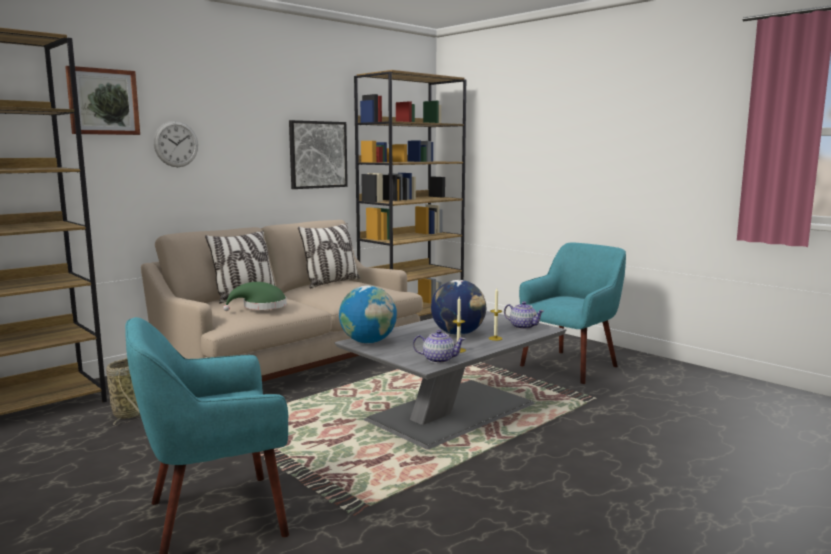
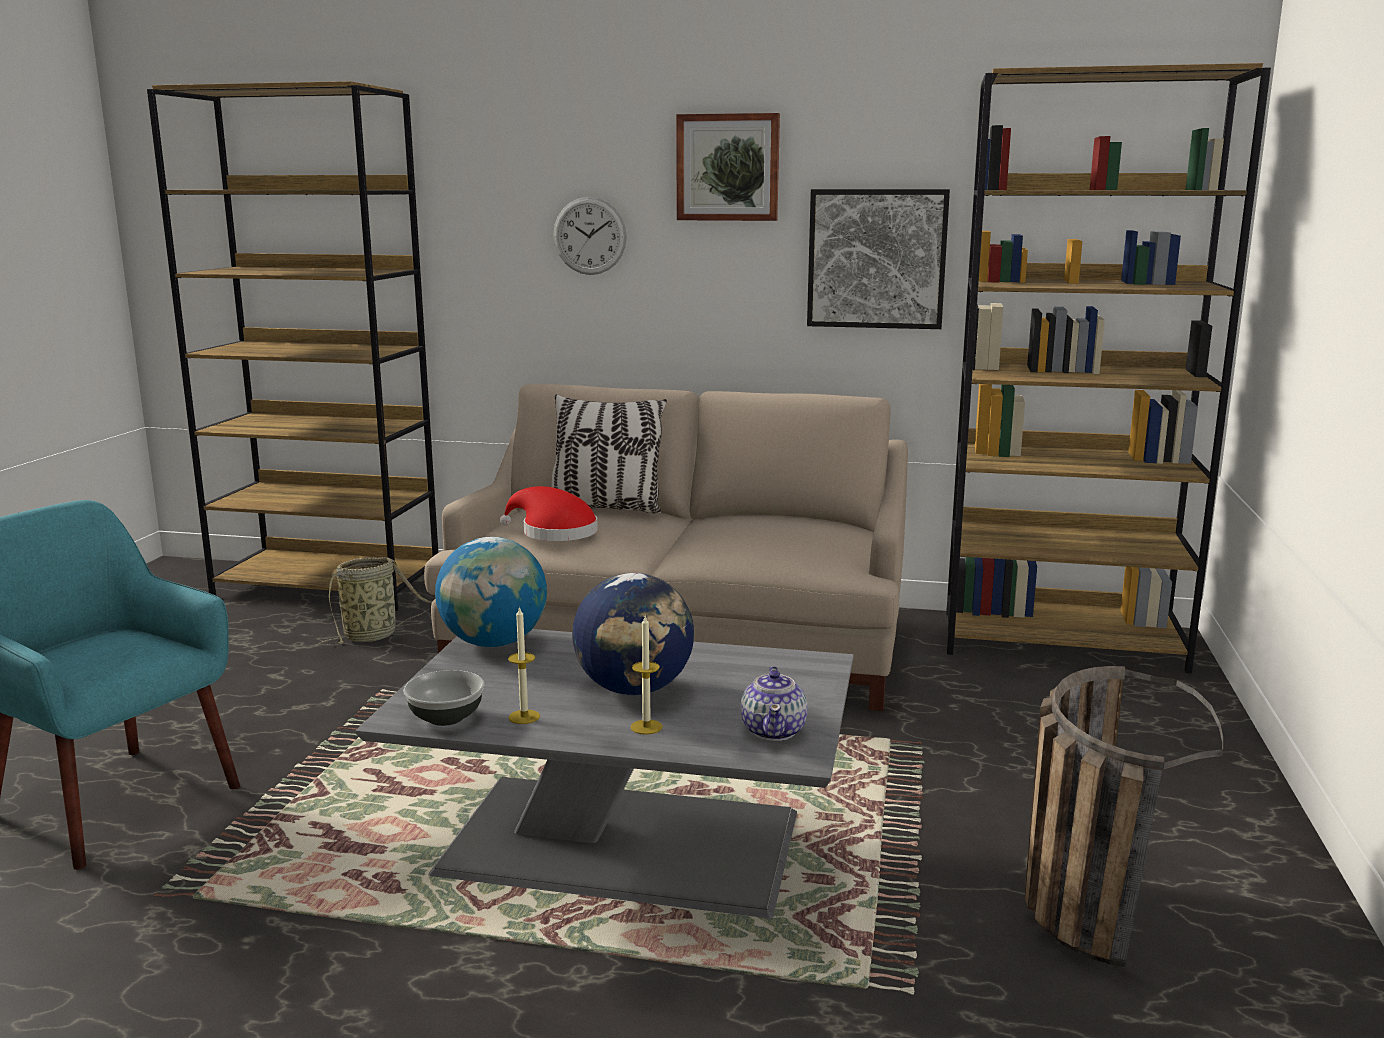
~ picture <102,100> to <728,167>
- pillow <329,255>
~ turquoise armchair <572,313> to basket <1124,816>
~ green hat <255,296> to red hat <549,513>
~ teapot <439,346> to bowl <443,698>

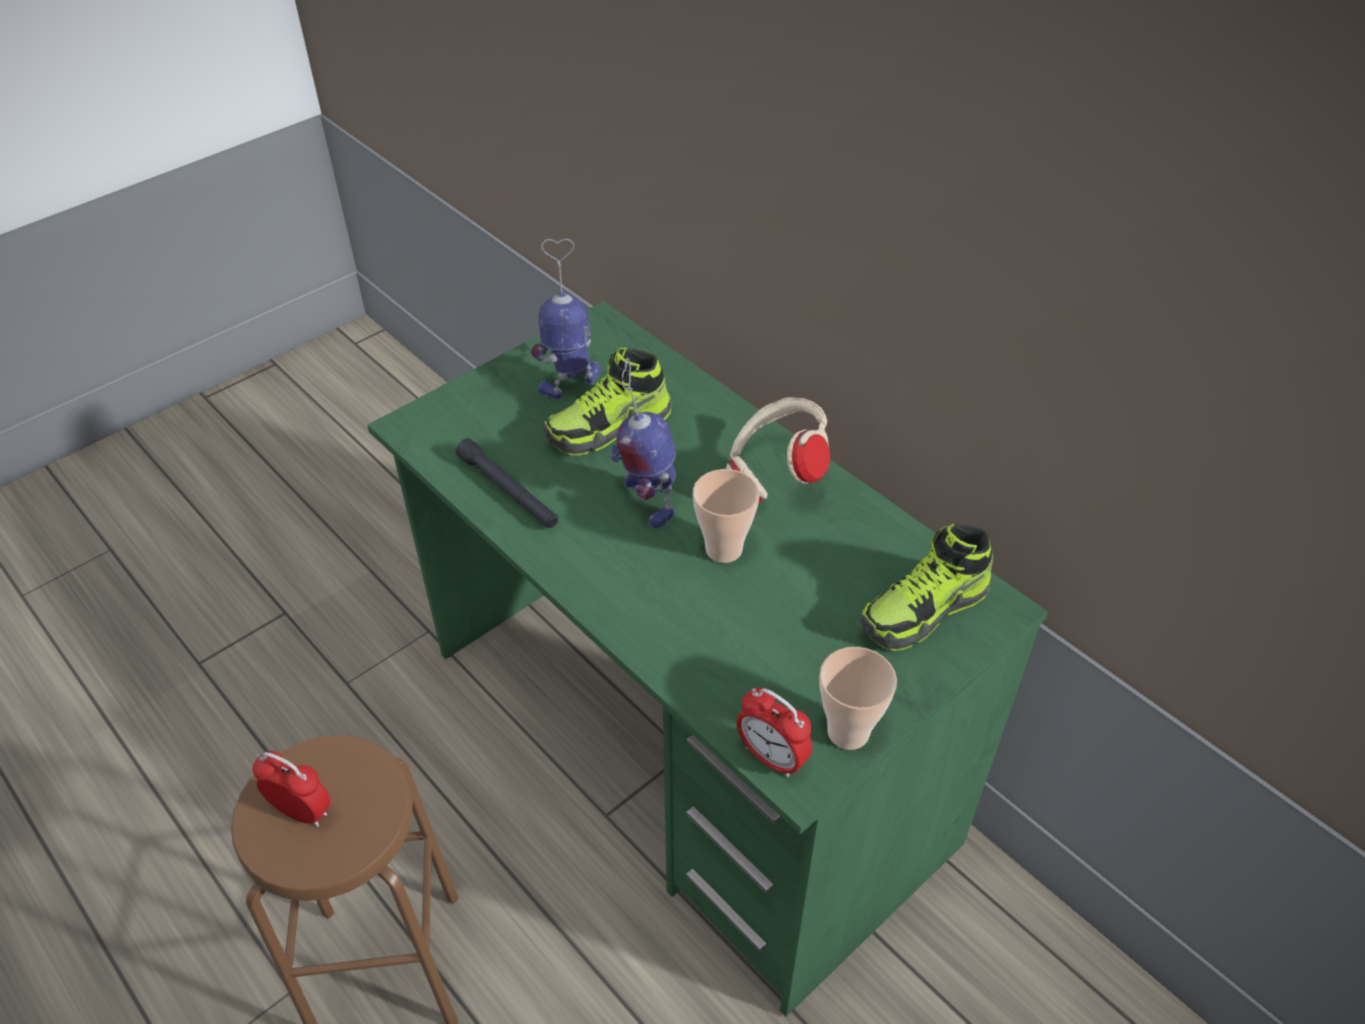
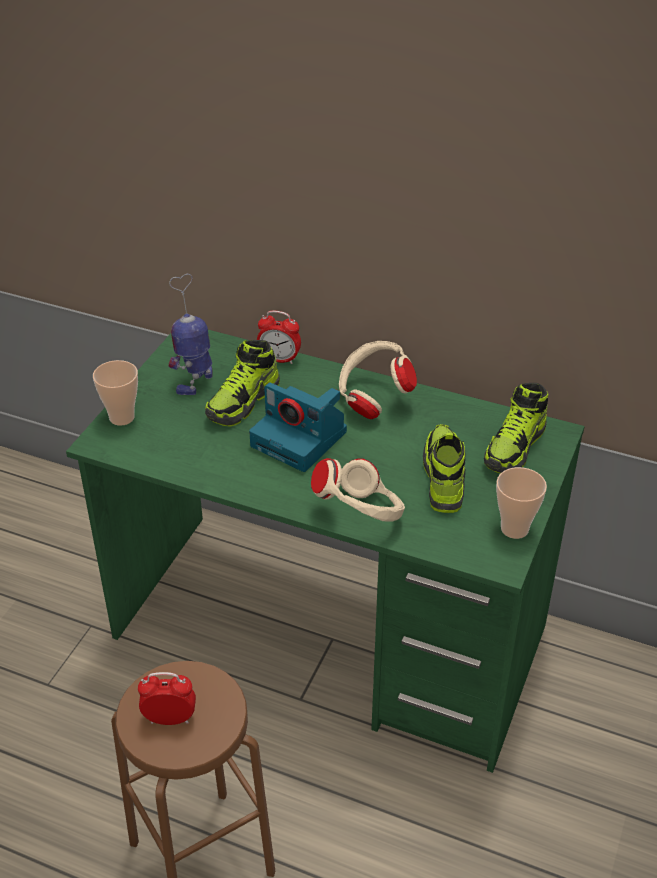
~ toy robot <643,443> to photo camera <298,427>
- black flashlight <507,483>
~ cup <726,516> to <115,393>
~ alarm clock <774,732> to <279,337>
+ shoe <444,468>
+ beige headphones <358,490>

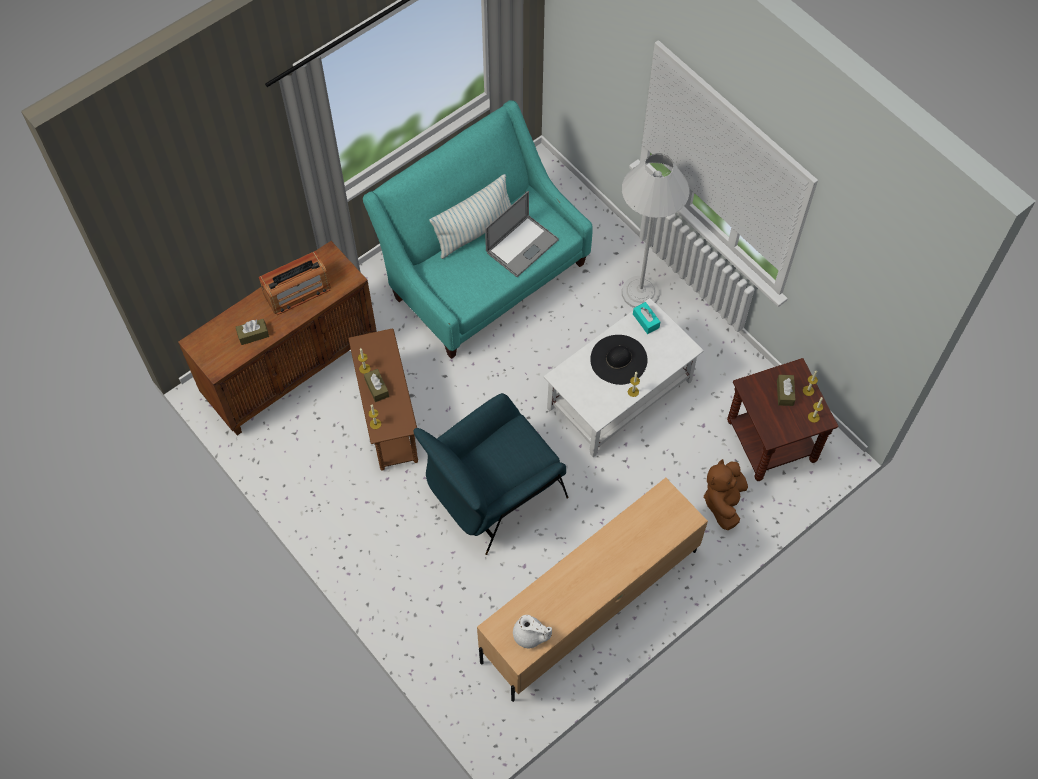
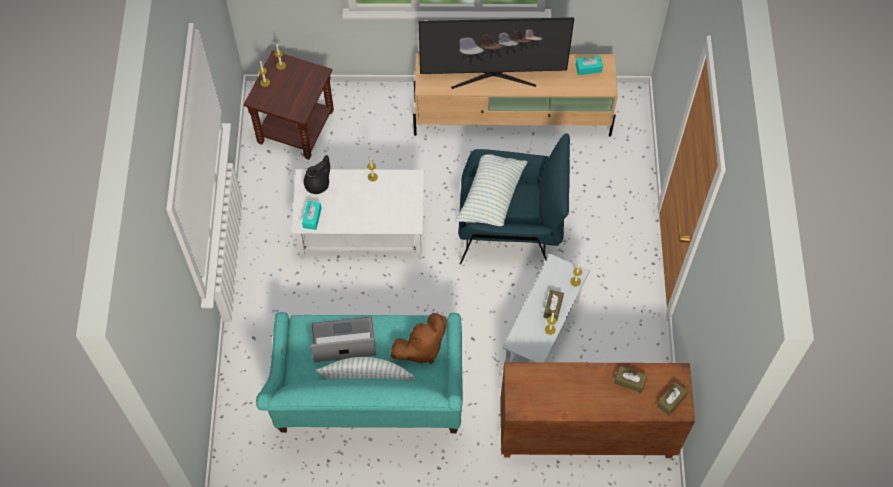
- white floor lamp <656,230>
- radio <295,283>
~ brown side table <383,399> to white side table <546,308>
- black hat <619,360>
~ brown tissue box <786,390> to <672,399>
~ brown plush toy <726,494> to <418,338>
~ white teapot <532,631> to turquoise tissue box <589,65>
+ television <496,53>
+ pillow <491,190>
+ black teapot <317,174>

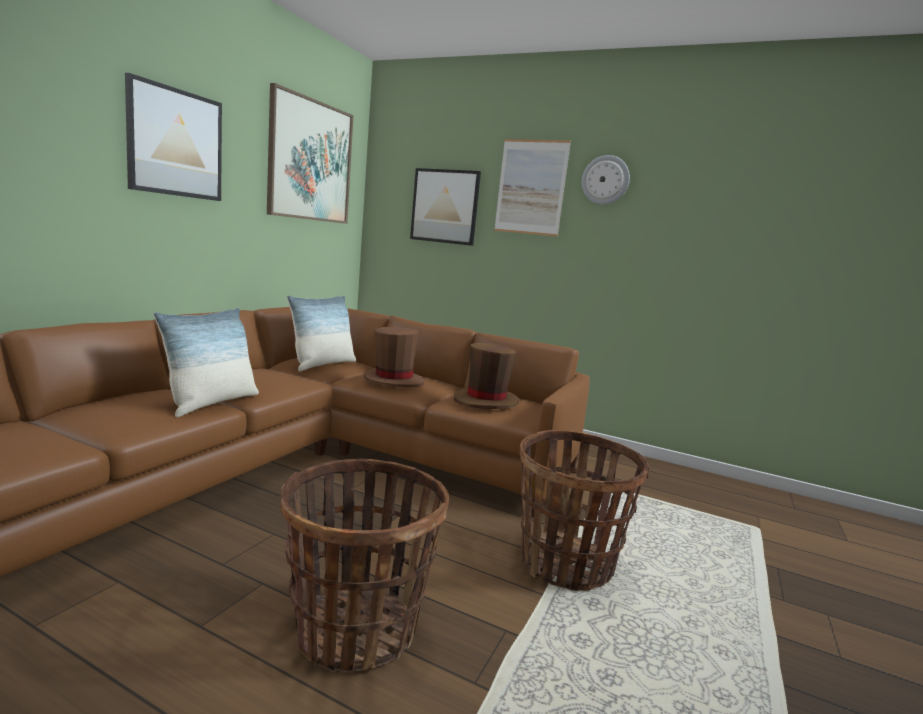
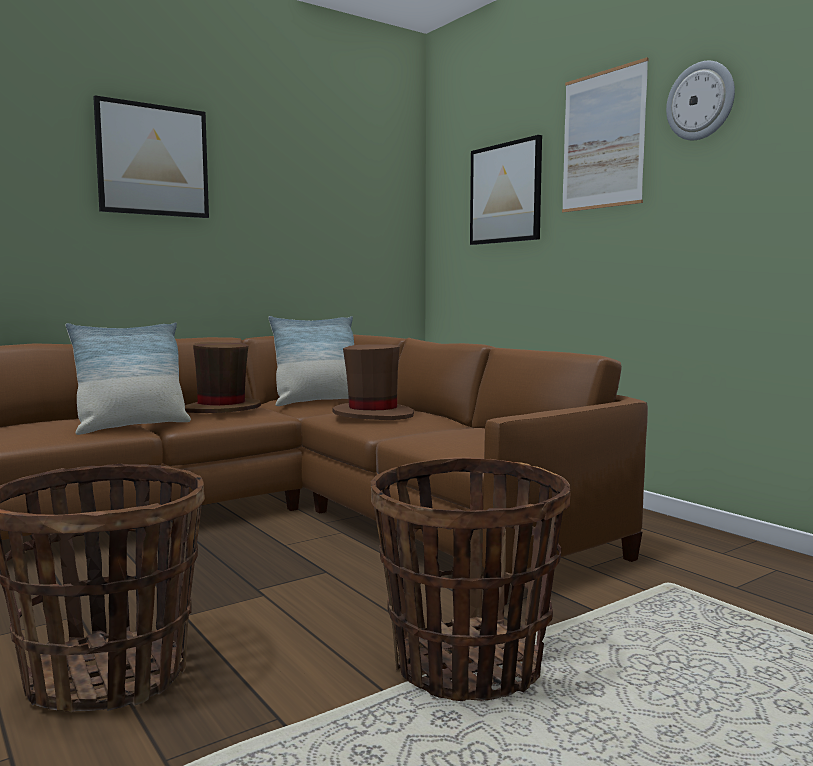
- picture <310,153>
~ brown hat <486,376> to <223,377>

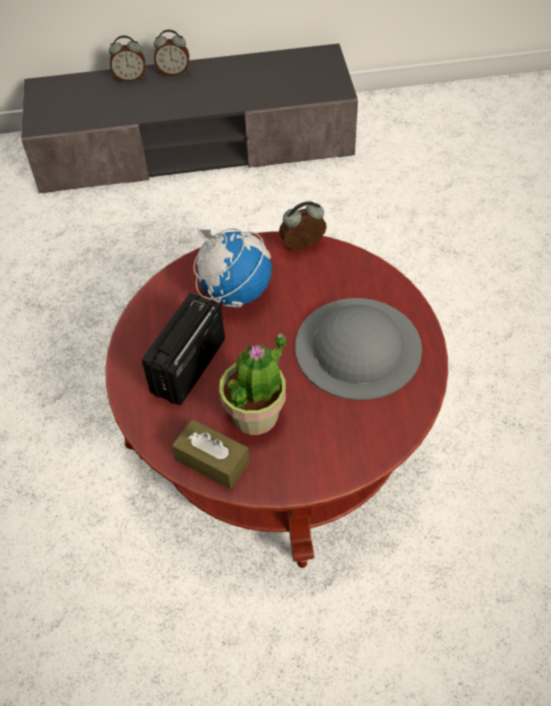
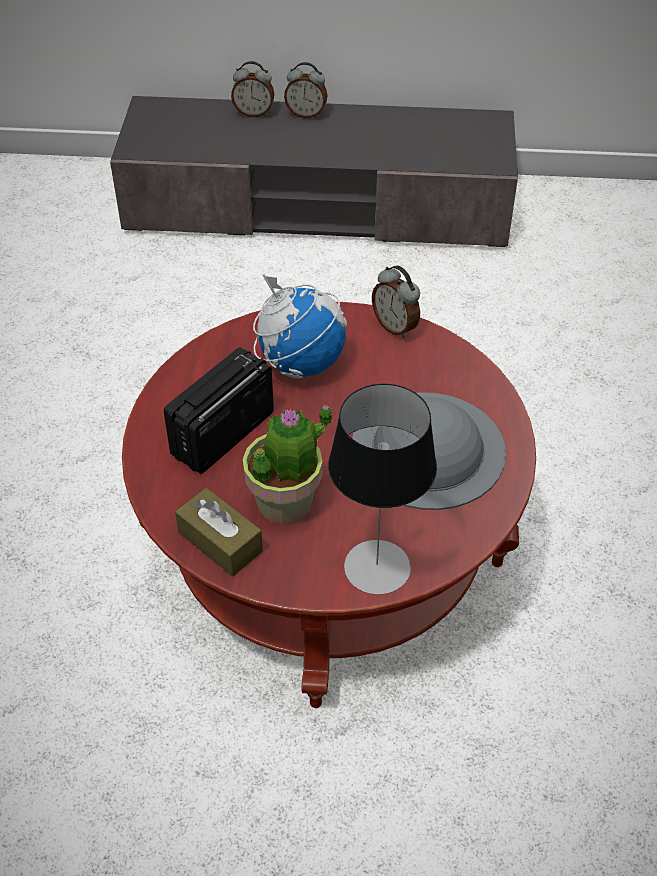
~ alarm clock <303,225> = <396,301> 120 degrees counterclockwise
+ table lamp <382,489>

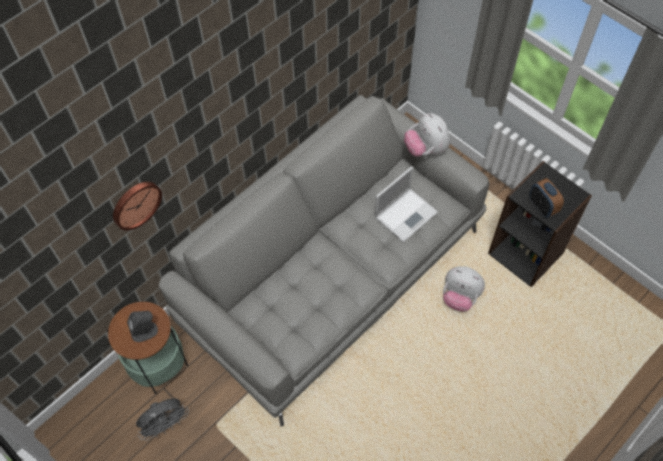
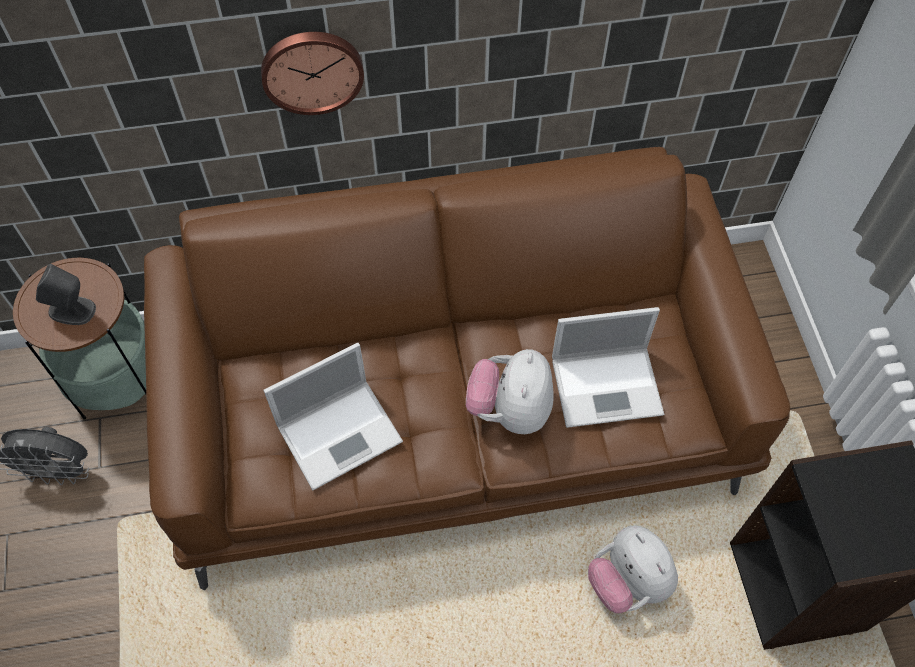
~ grey sofa <324,260> to brown sofa <467,368>
~ plush toy <427,135> to <510,391>
- alarm clock <546,198>
~ wall clock <137,206> to <312,73>
+ laptop <333,416>

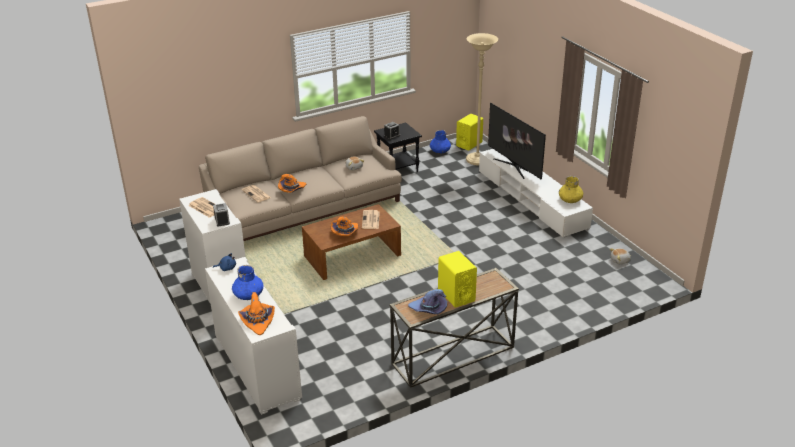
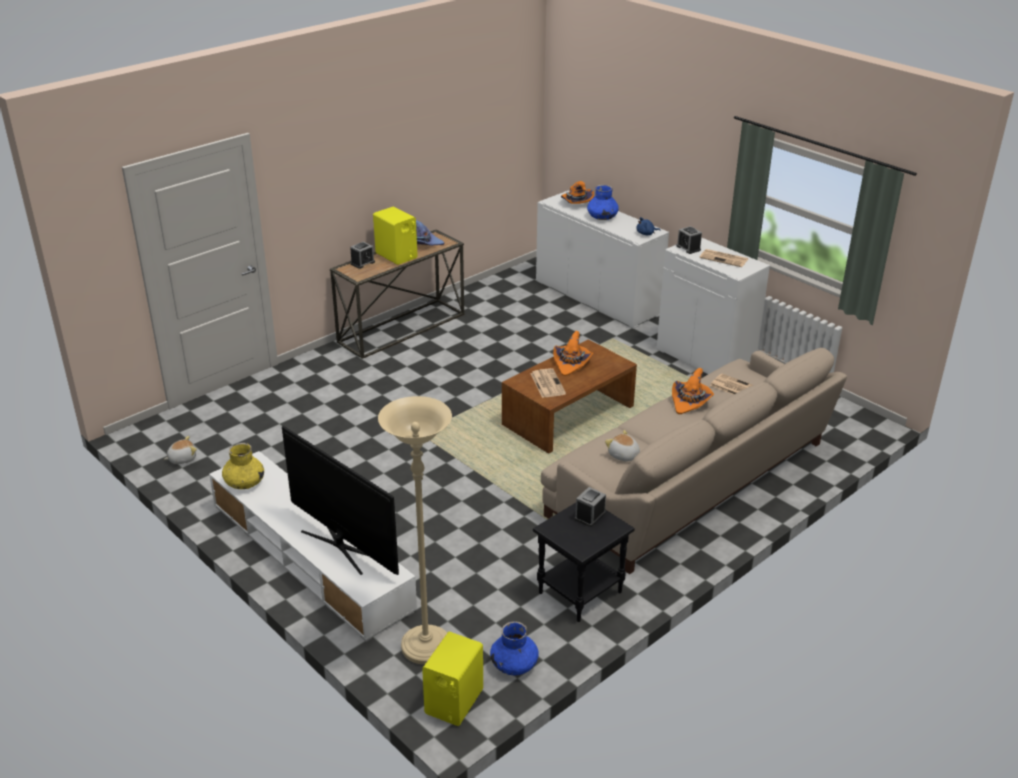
+ alarm clock <362,255>

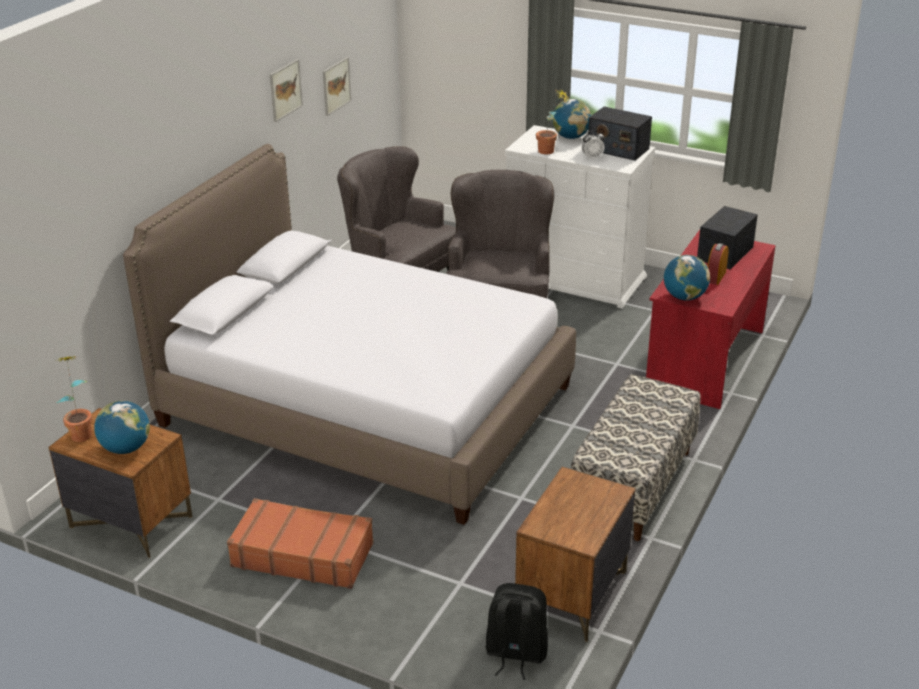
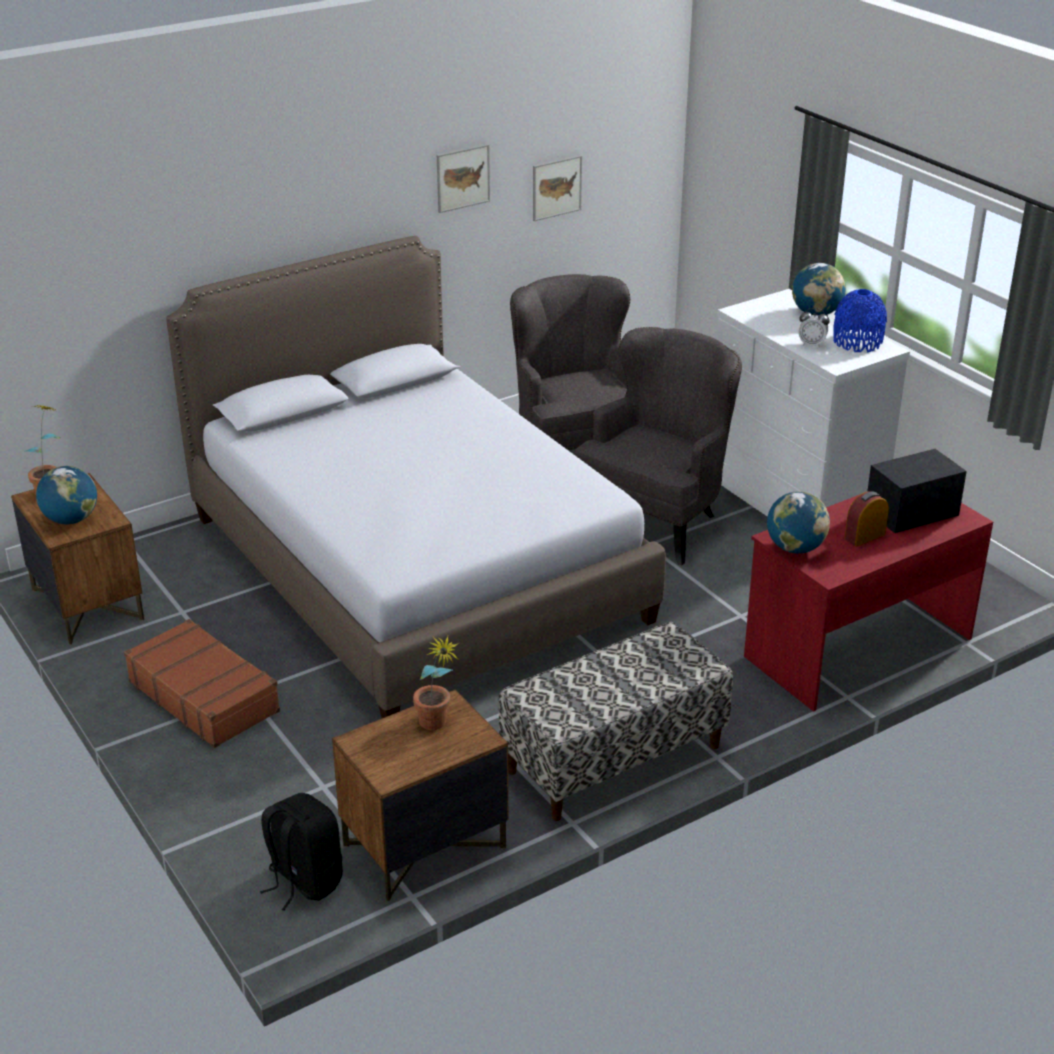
~ potted plant <553,122> to <436,683>
~ radio <620,133> to blue vase <860,321>

